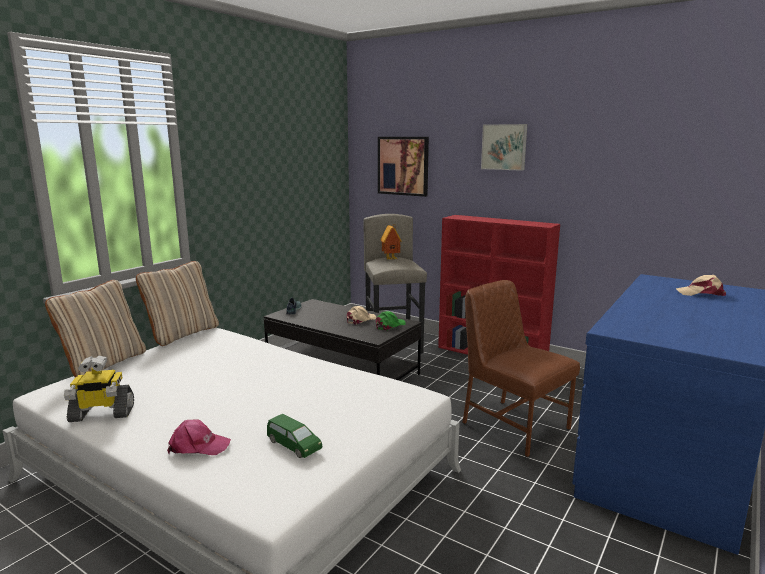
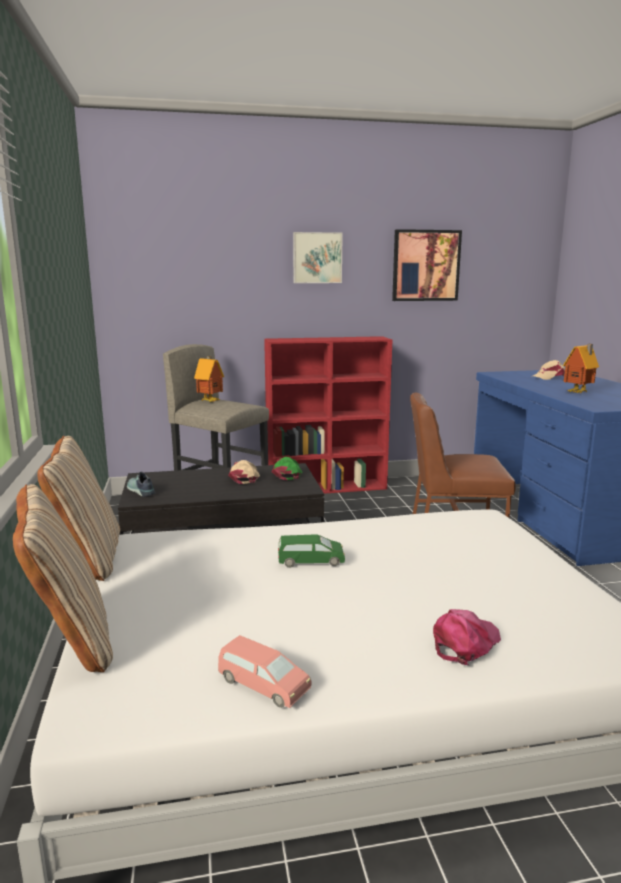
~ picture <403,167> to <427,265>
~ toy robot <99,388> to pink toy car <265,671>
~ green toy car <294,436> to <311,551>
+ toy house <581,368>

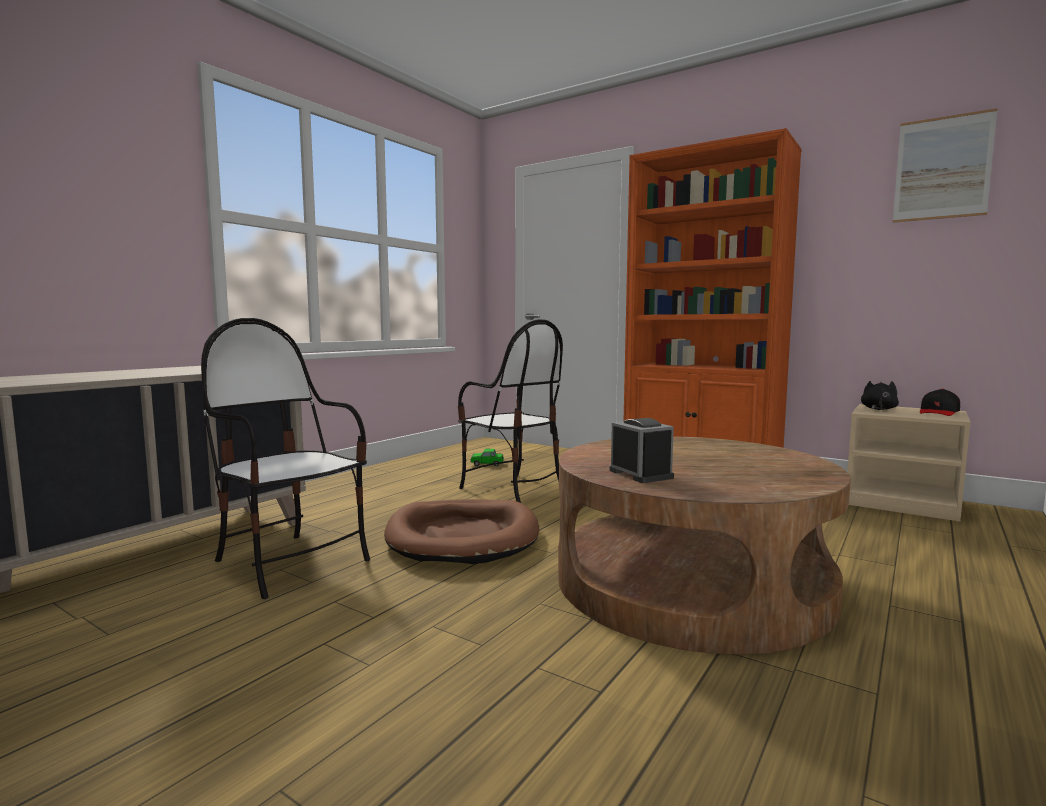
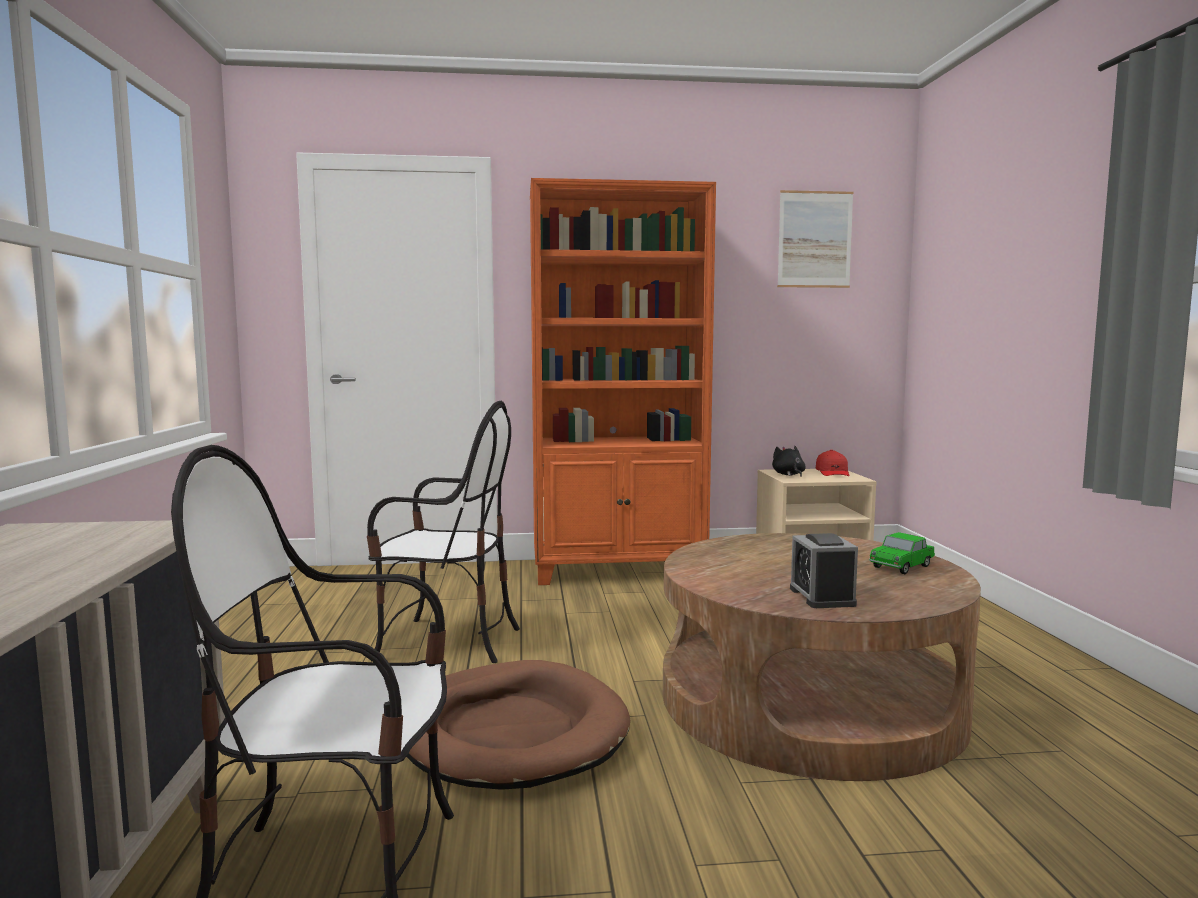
~ black cap <940,402> to red cap <832,463>
~ alarm clock <641,450> = <824,570> 120 degrees counterclockwise
~ toy car <487,457> to <902,553>

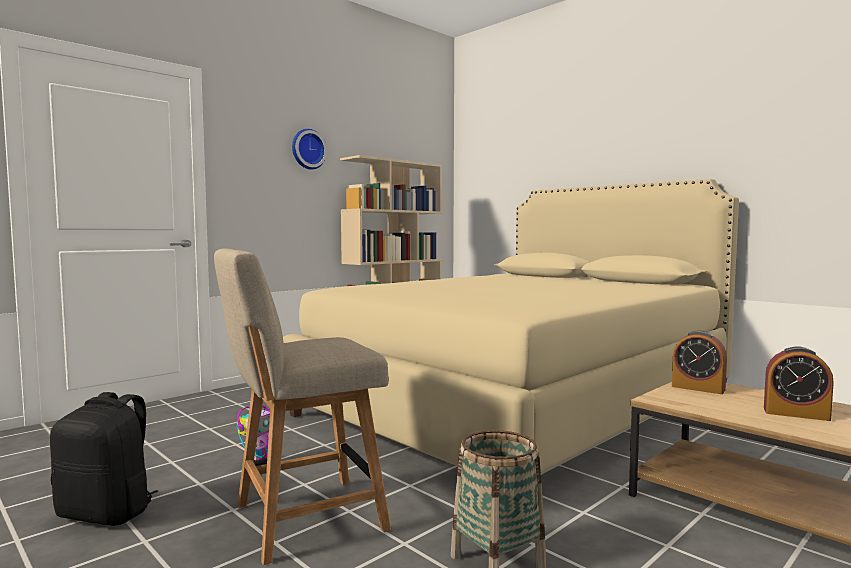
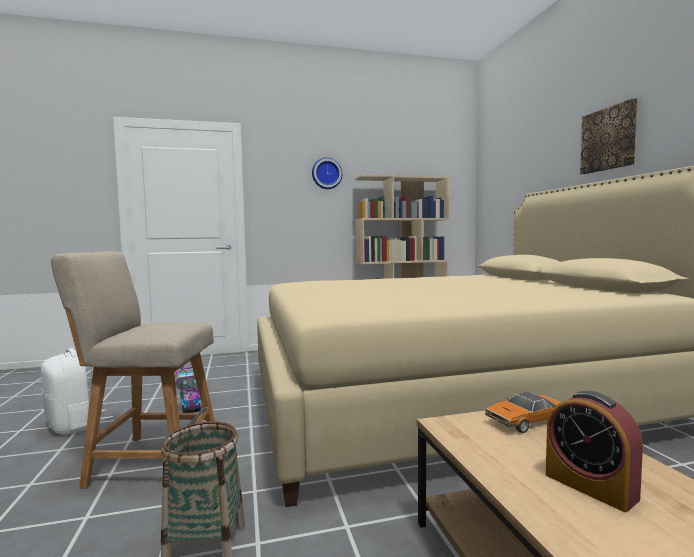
~ alarm clock <699,362> to toy car <523,412>
~ black backpack <104,459> to white backpack <77,391>
+ picture <609,136>

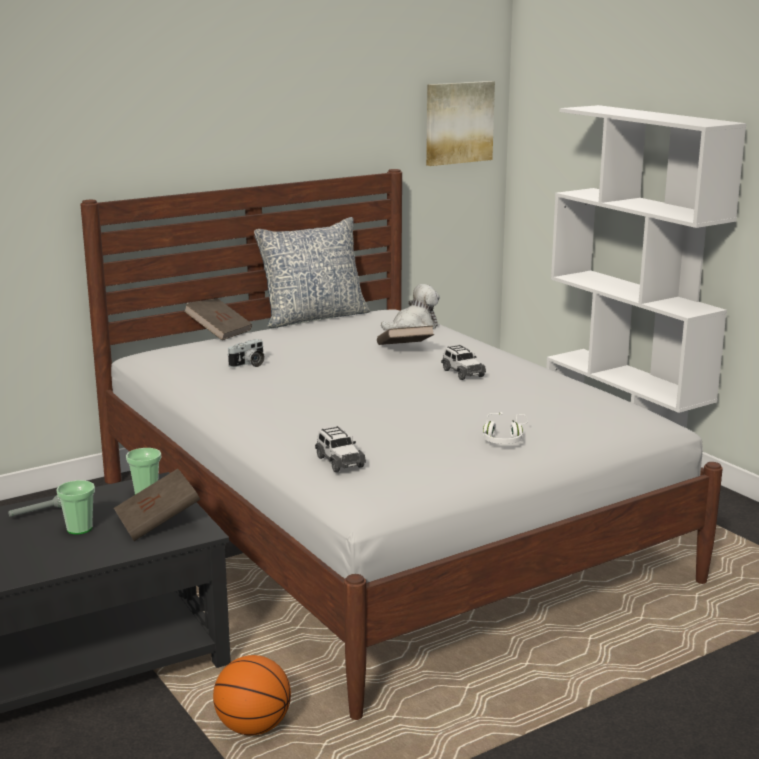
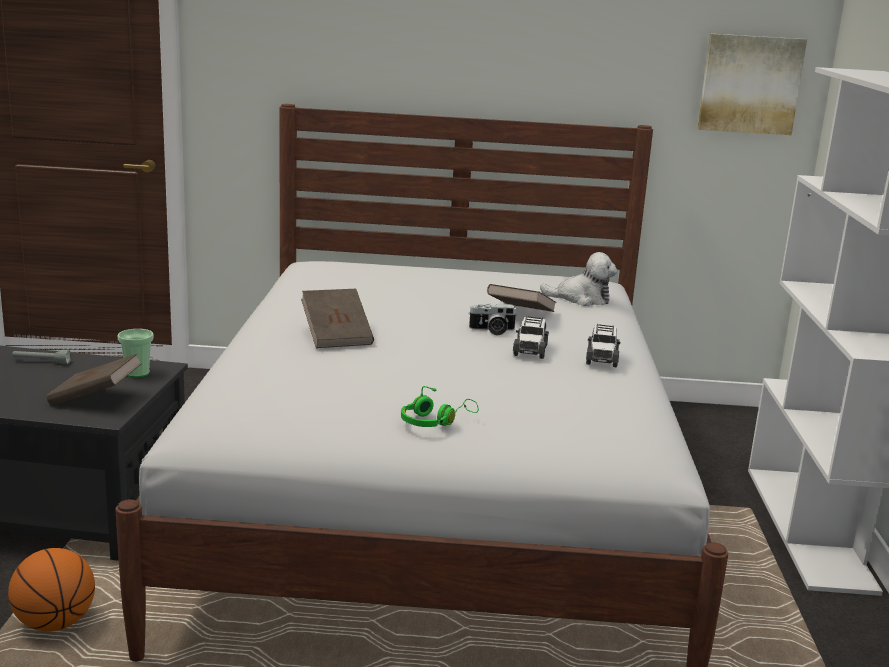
- pillow <312,272>
~ brown book <218,319> to <337,318>
~ photo camera <246,353> to <492,319>
~ white headphones <505,428> to green headphones <440,406>
~ toy car <340,449> to <603,345>
- cup <75,507>

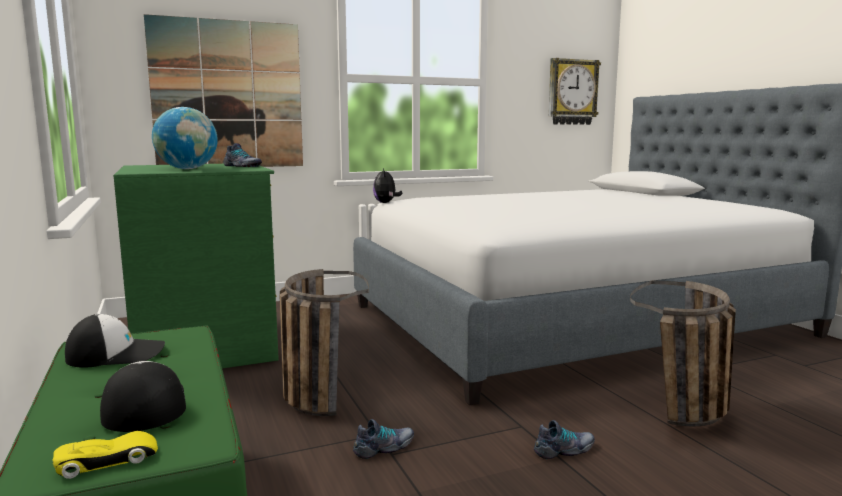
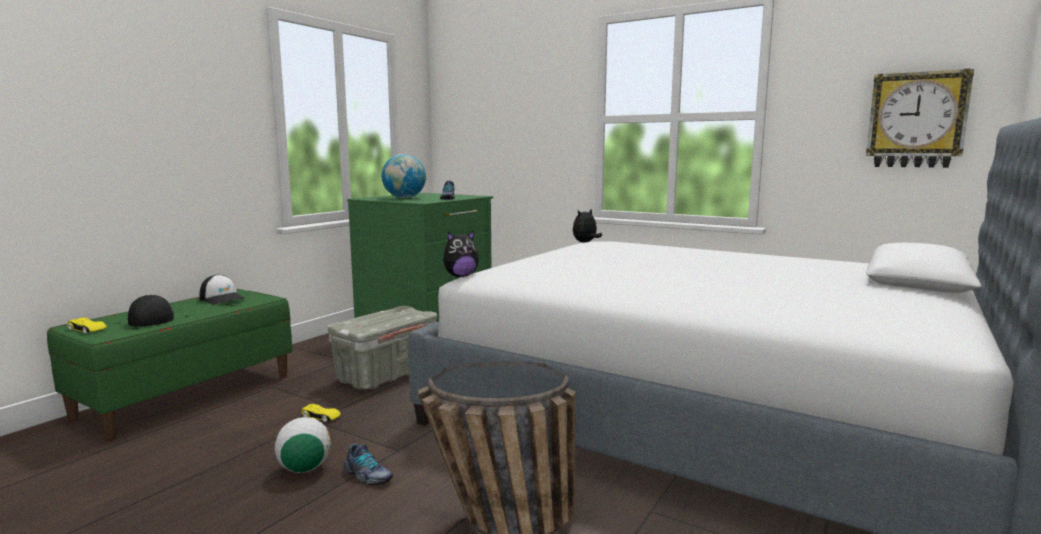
- picture <223,90>
~ basket <324,342> to grey storage box <382,347>
~ cap <143,396> = <151,310> 60 degrees counterclockwise
~ shoe <383,439> to yellow toy car <321,413>
+ plush toy <461,253>
+ football <303,445>

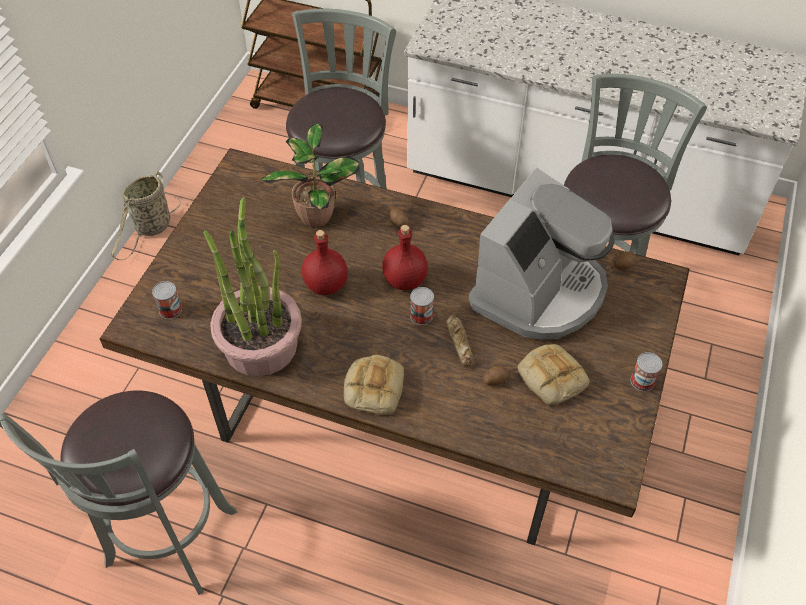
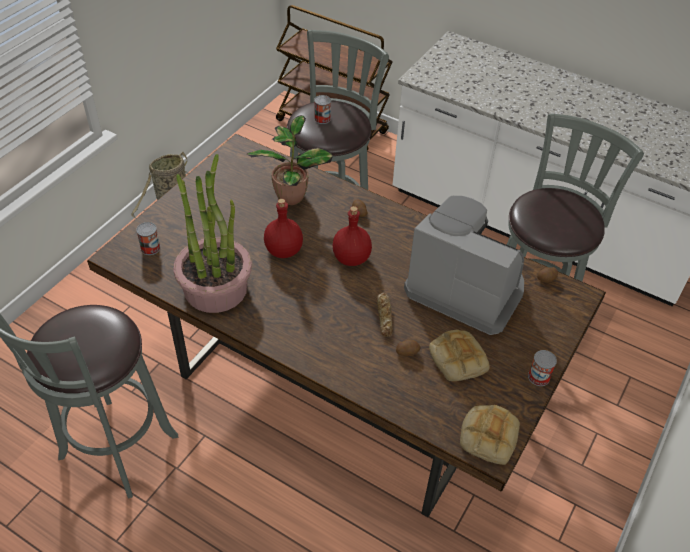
~ coffee machine <542,254> = <464,265> 105 degrees counterclockwise
~ can <422,306> to <322,109>
~ bread <374,384> to <490,435>

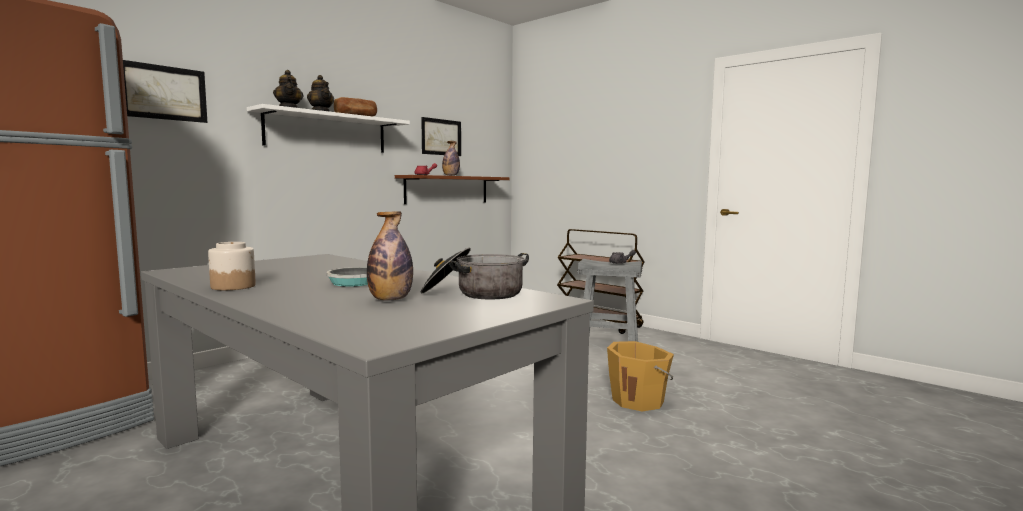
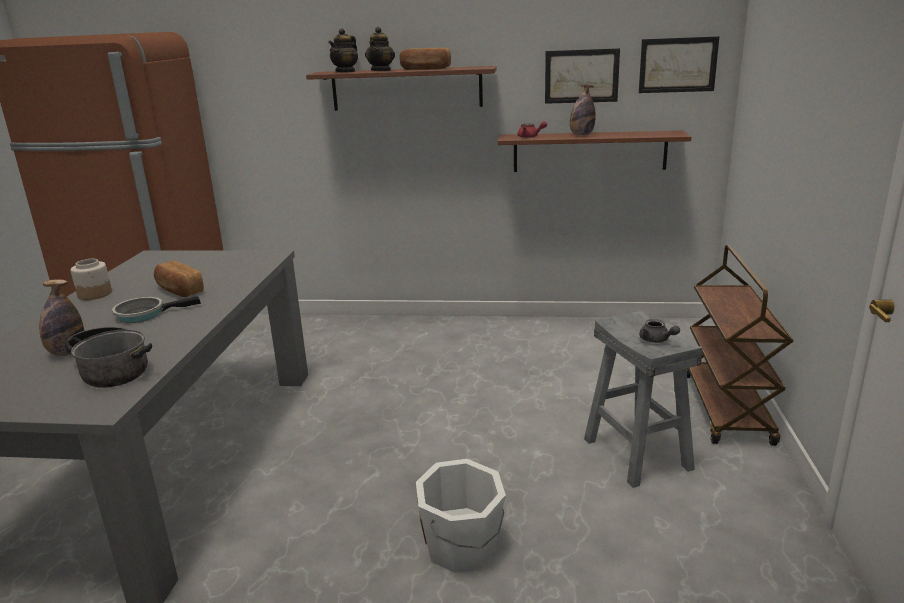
~ picture <165,91> to <679,64>
~ white shelf <328,128> to brown shelf <401,88>
~ orange bucket <640,376> to white bucket <461,516>
+ bread <179,278>

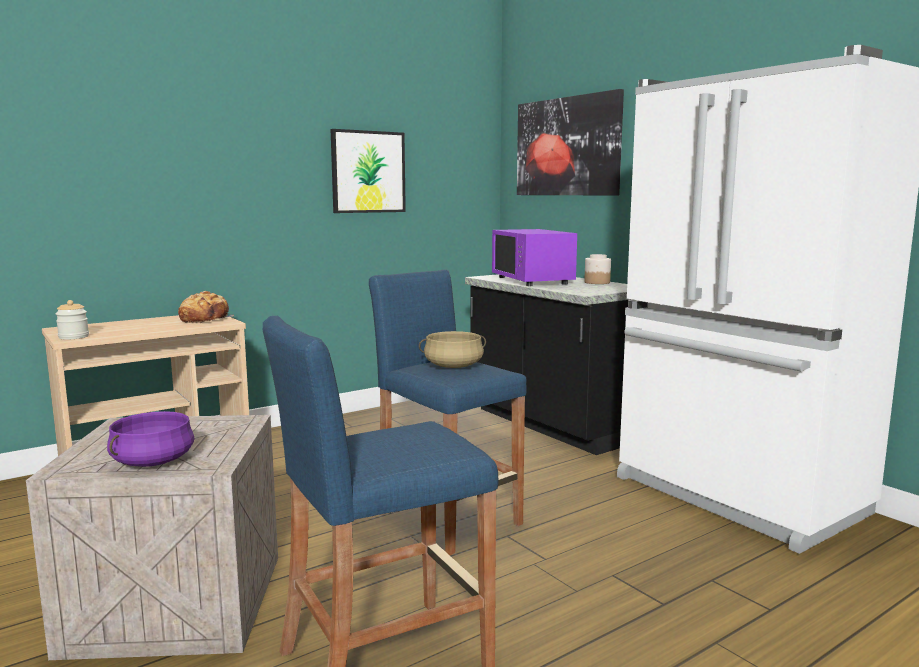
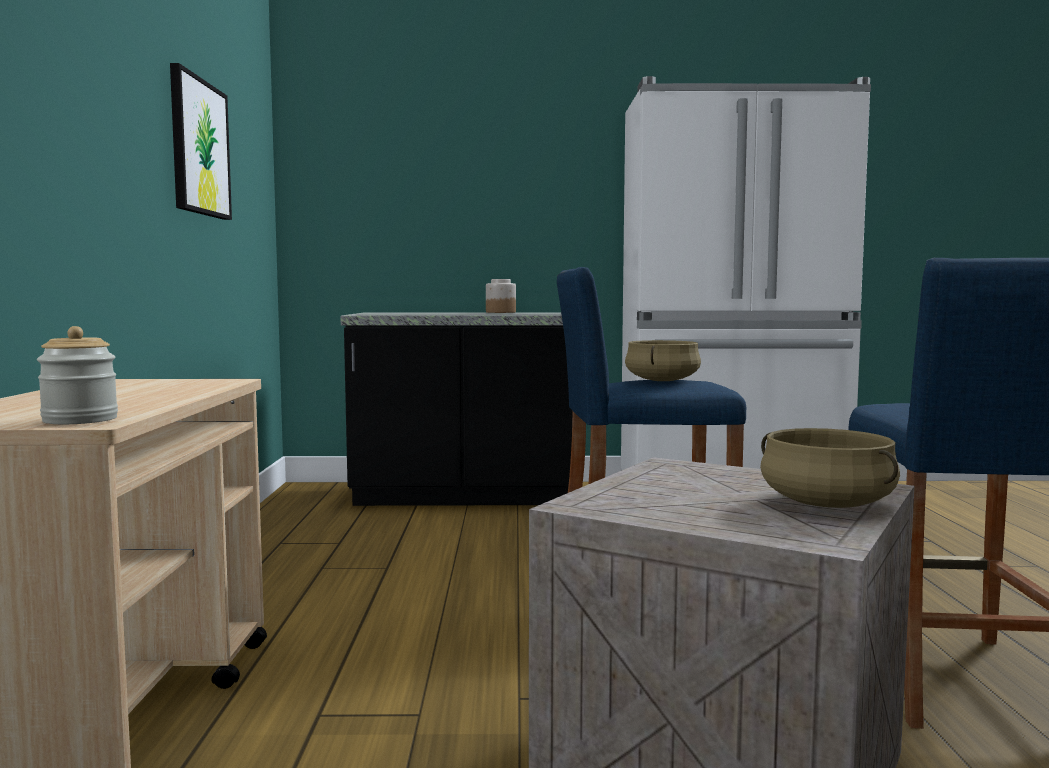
- picture <570,142>
- purple microwave <534,257>
- bread <206,307>
~ purple cooking pot <151,439> to beige cooking pot <830,468>

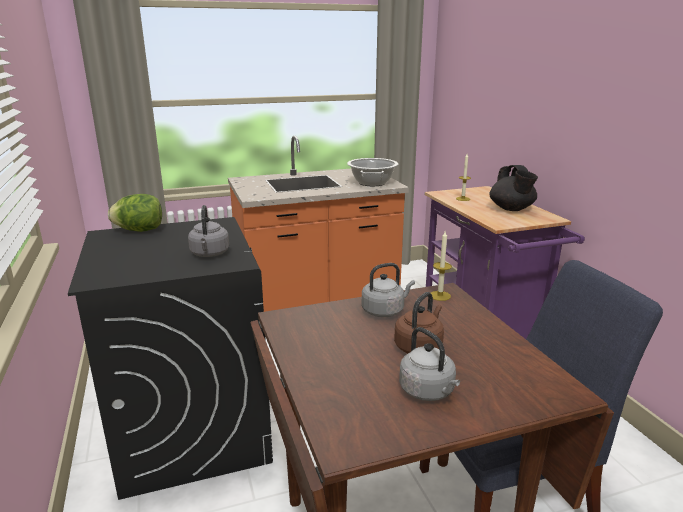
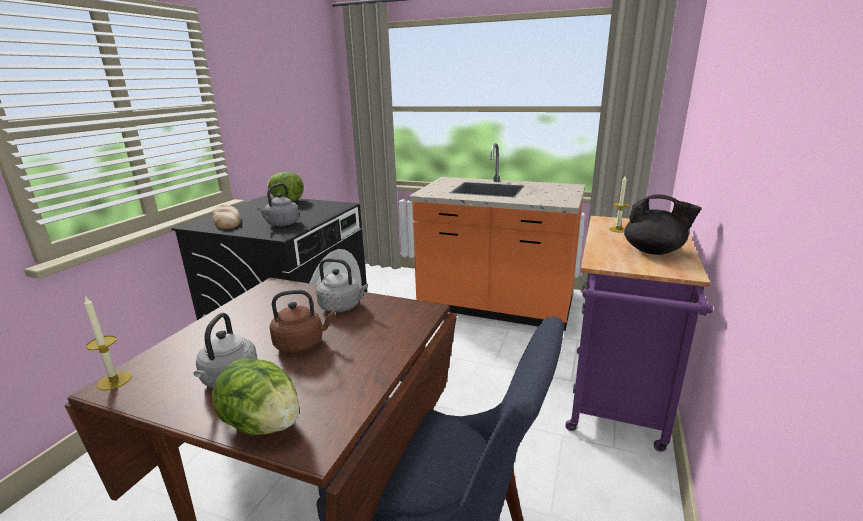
- cooking pot <372,172>
~ black teapot <513,188> = <663,225> 90 degrees counterclockwise
~ candle <441,266> to <107,343>
+ bread <226,216>
+ lettuce <255,396>

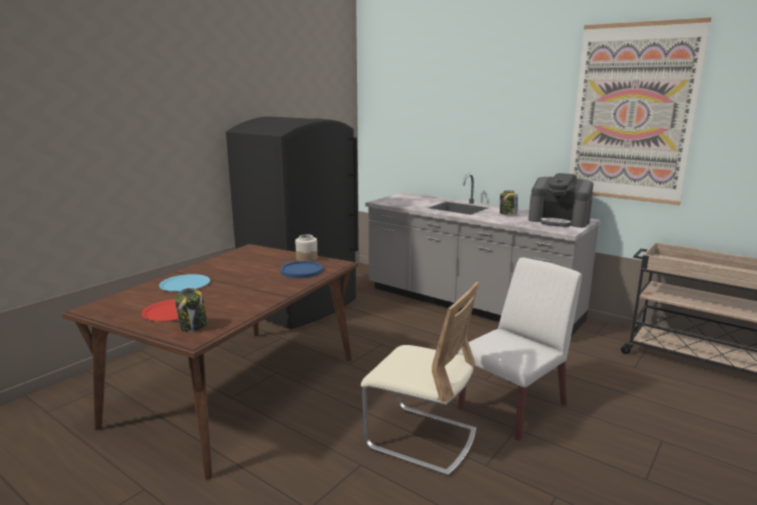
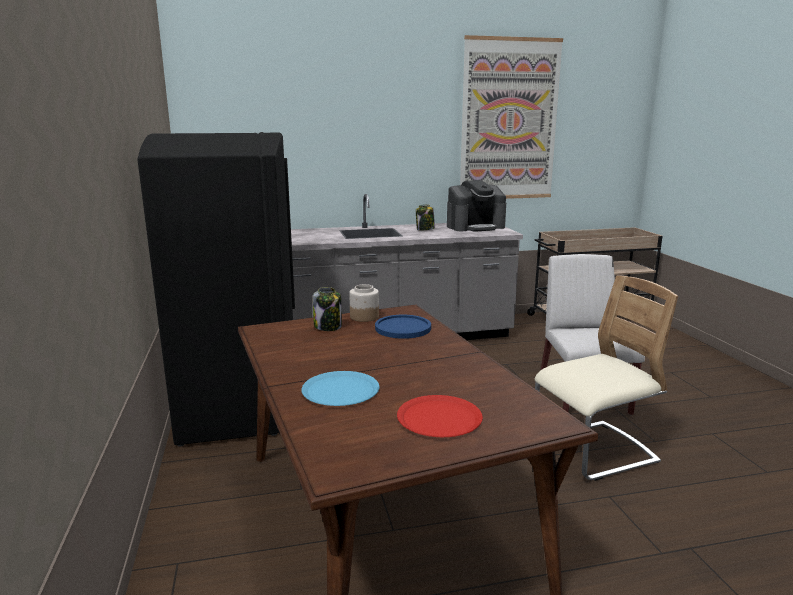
~ jar <191,310> to <327,309>

